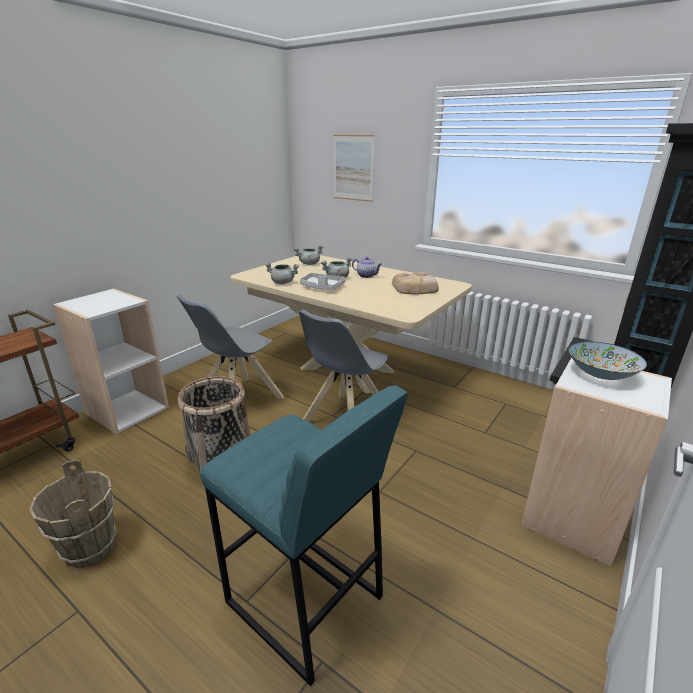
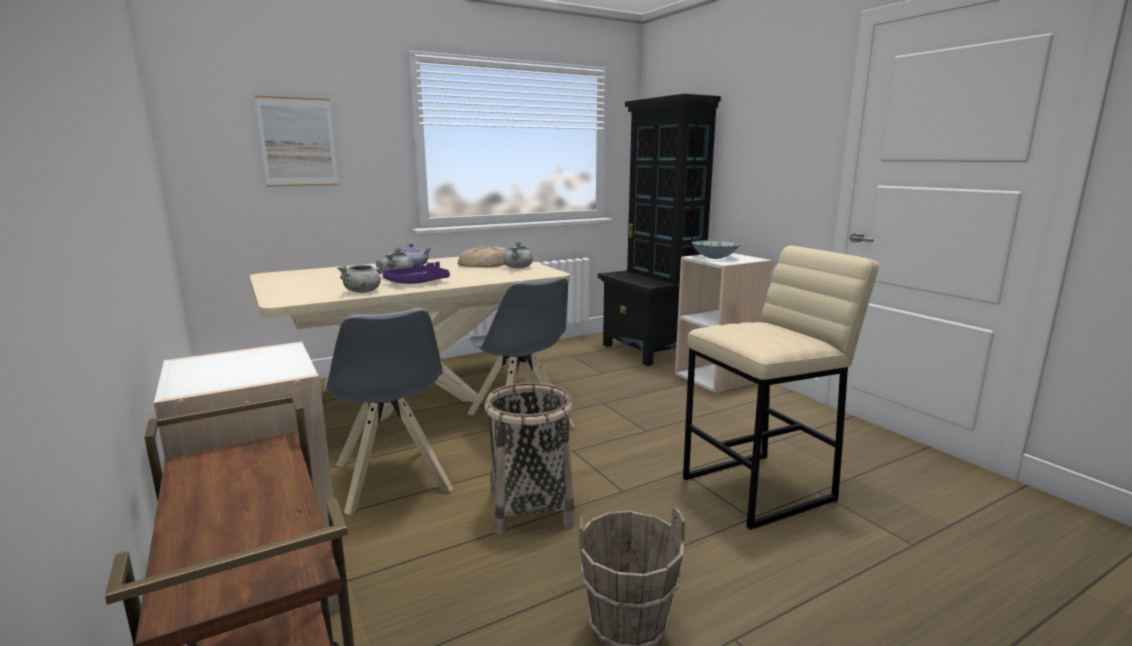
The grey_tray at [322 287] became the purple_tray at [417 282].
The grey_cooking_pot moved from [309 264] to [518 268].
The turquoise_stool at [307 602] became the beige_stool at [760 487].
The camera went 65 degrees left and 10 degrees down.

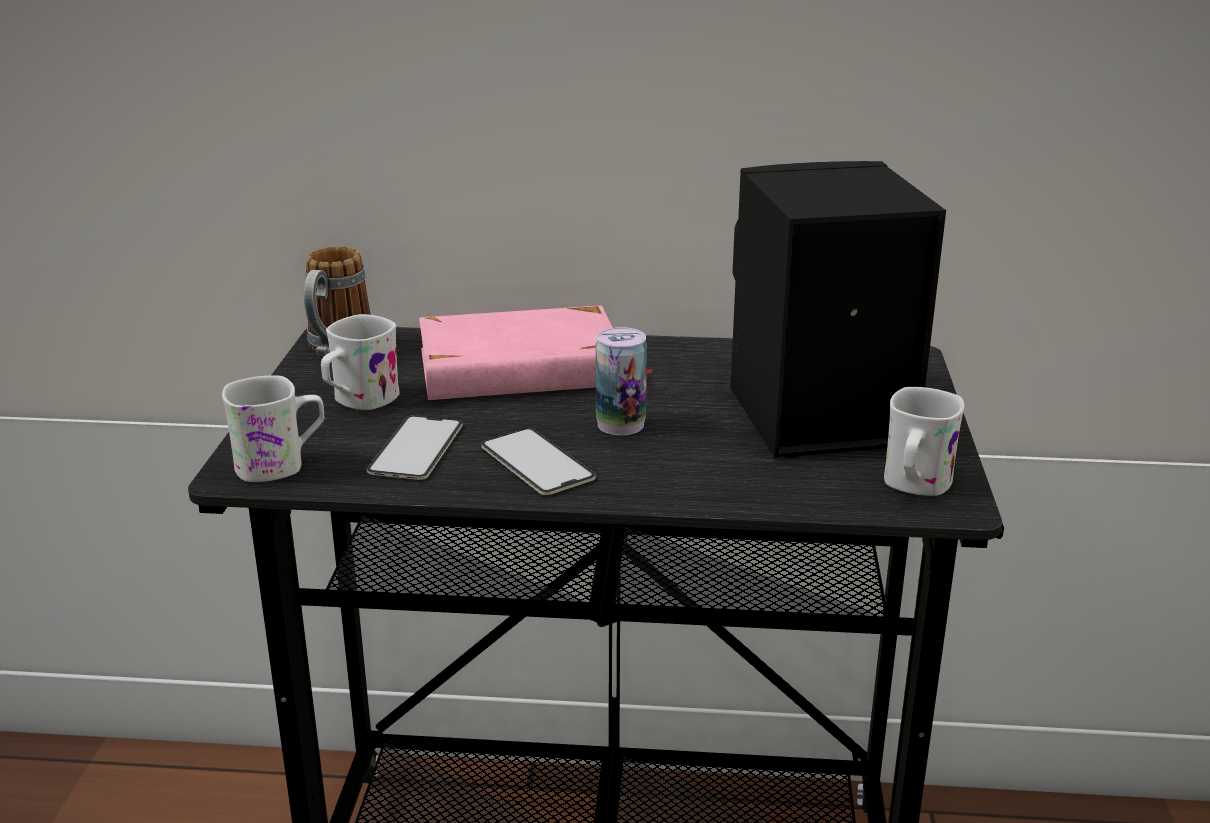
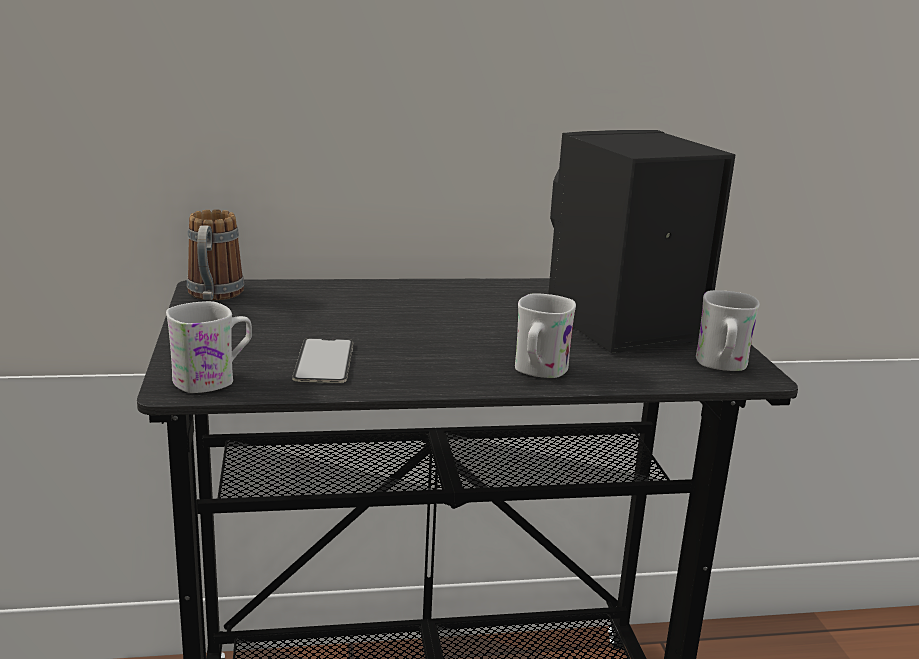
The white_mug moved from [359 401] to [538 371].
The pink_book at [521 368] disappeared.
The phone at [537 462] disappeared.
The can at [620 424] disappeared.
The camera went 15 degrees left and 5 degrees down.

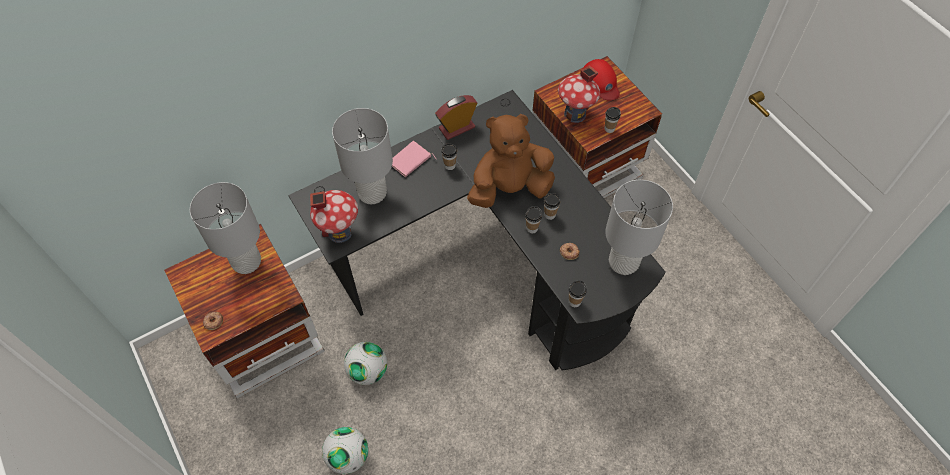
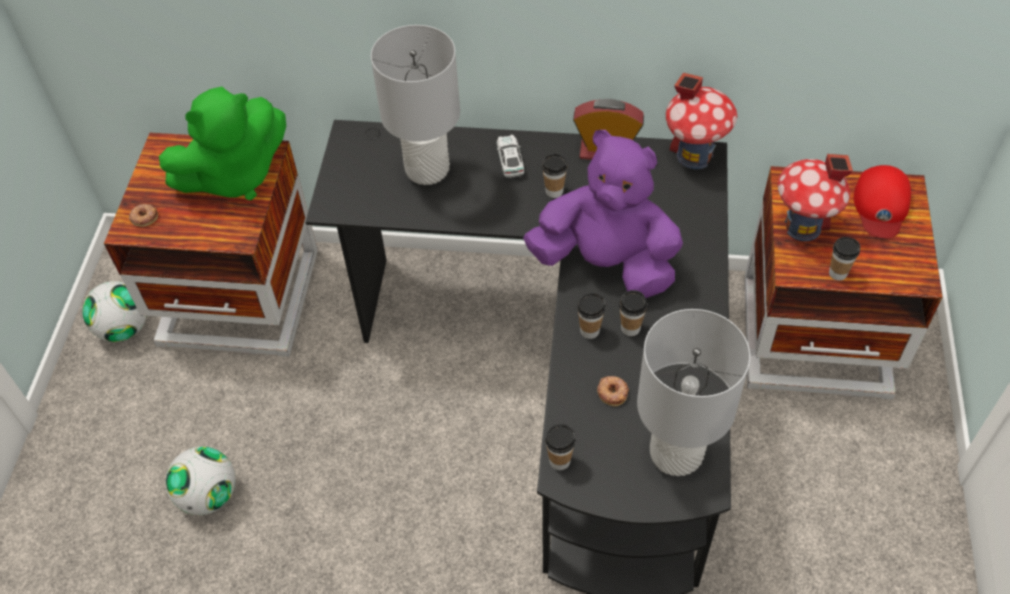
The football moved from [368 371] to [124 328].
The grey_table_lamp at [247 264] was replaced by the green_plush_toy at [234 176].
The pink_book at [410 161] was replaced by the toy_car at [510 159].
The brown_plush_toy at [509 188] became the purple_plush_toy at [606 263].
The toy_house moved from [339 232] to [694 155].
The camera went 40 degrees right and 5 degrees down.

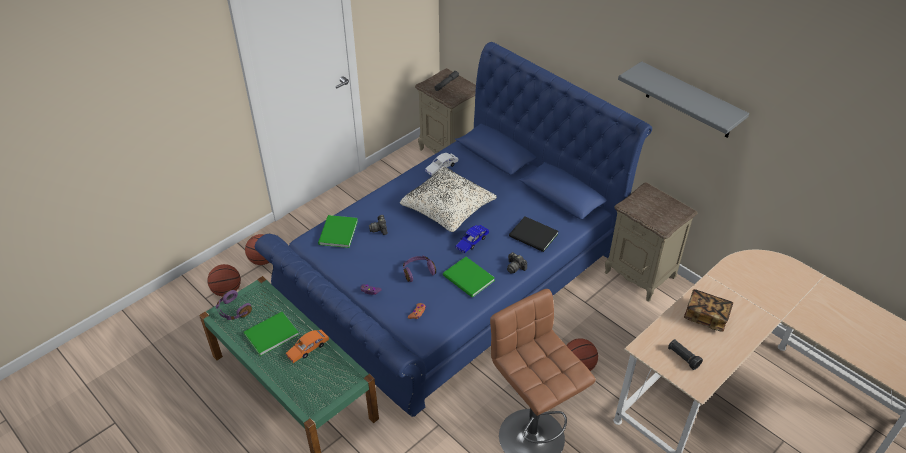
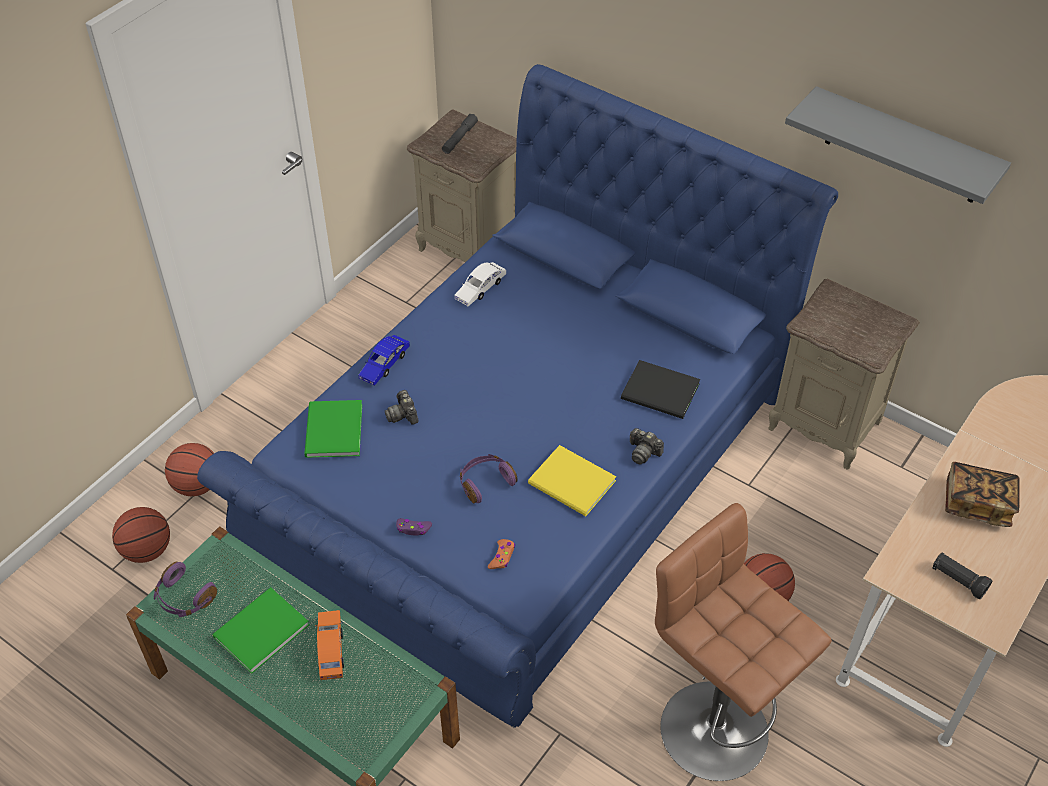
The orange_toy_car at [308 349] turned 135 degrees clockwise.
The blue_toy_car moved from [472 242] to [384 365].
The green_book at [468 279] became the yellow_book at [572 484].
The beige_pillow at [448 207] disappeared.
The camera went 10 degrees left and 5 degrees up.

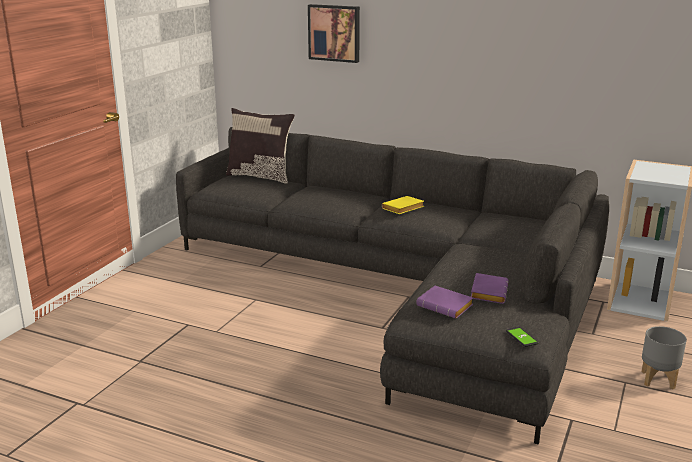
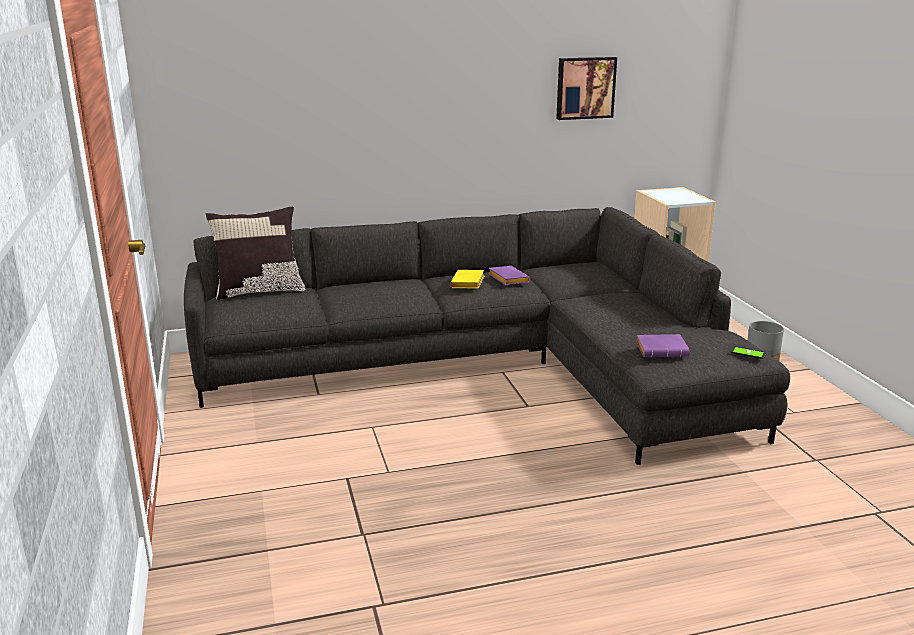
The purple_book moved from [487 292] to [507 279].
The picture moved from [335 33] to [585 88].
The camera went 40 degrees left and 0 degrees up.

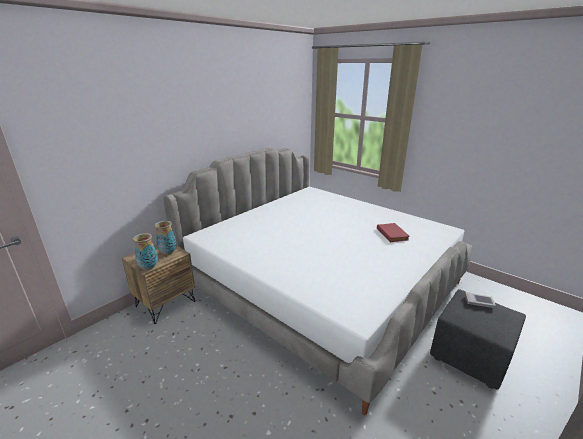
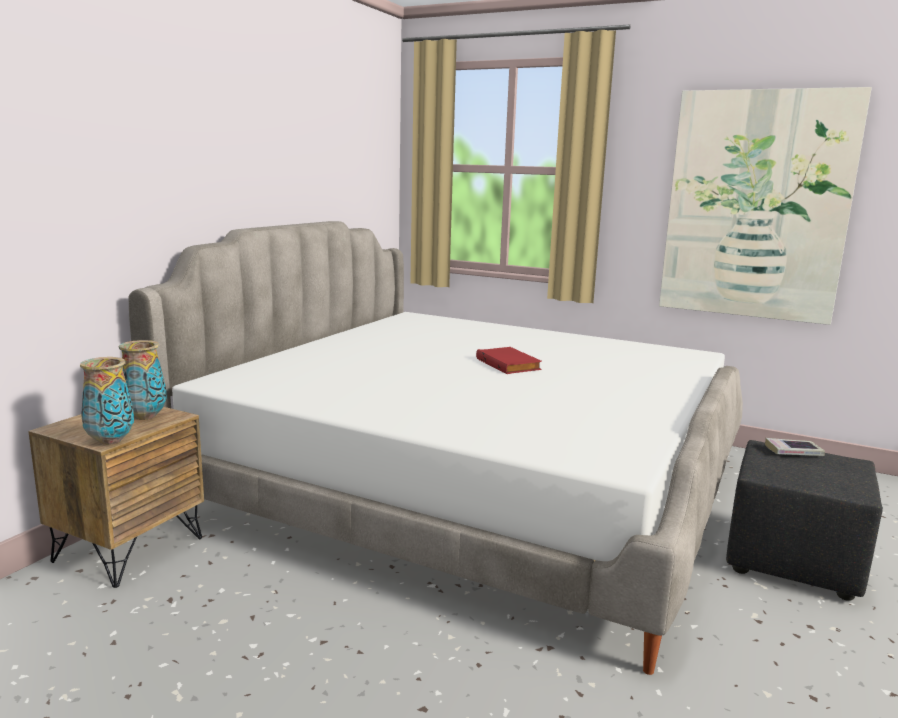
The red_book moved from [393 234] to [509 364].
The picture at [756 206] appeared.
The camera went 15 degrees left and 10 degrees down.

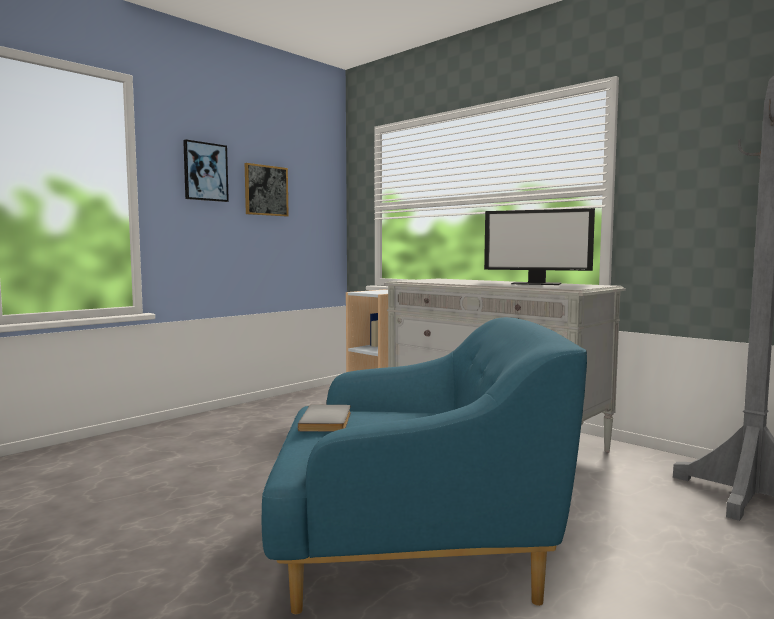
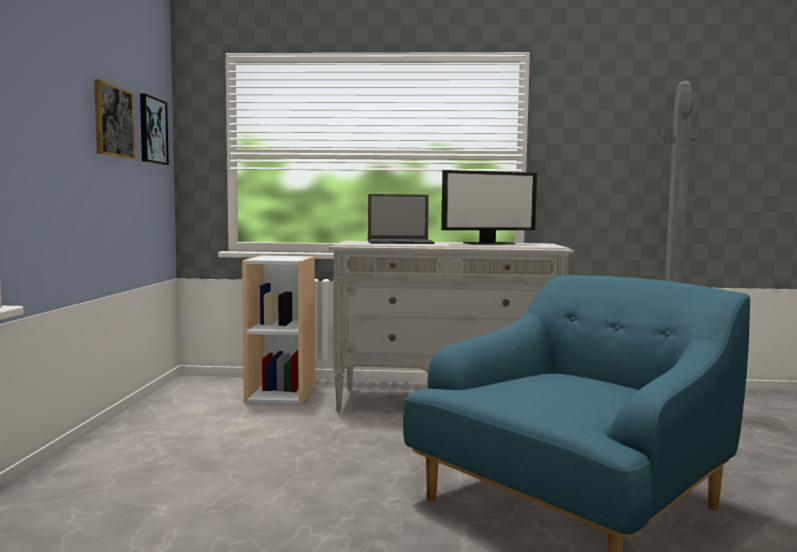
The picture moved from [205 172] to [152 130].
The laptop at [401 242] appeared.
The grey_book at [328 421] disappeared.
The camera went 40 degrees left and 0 degrees up.

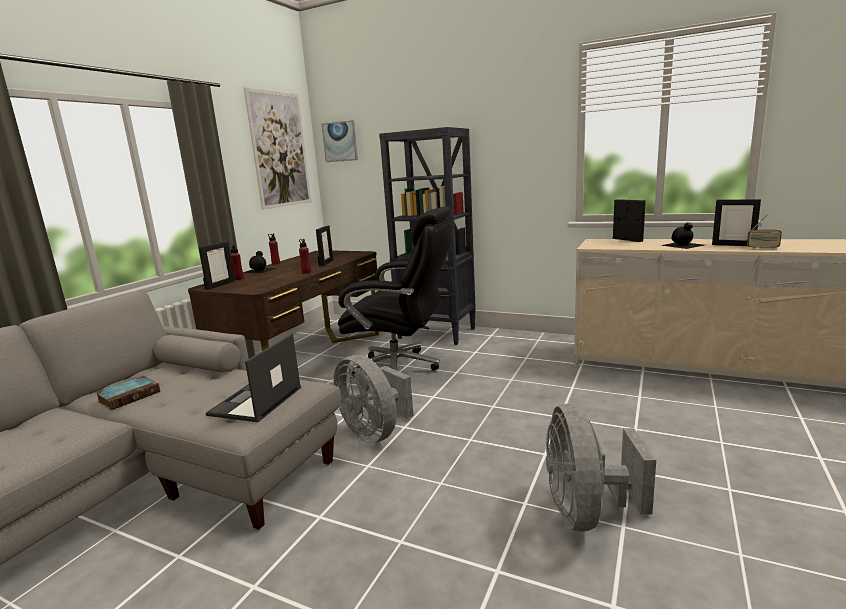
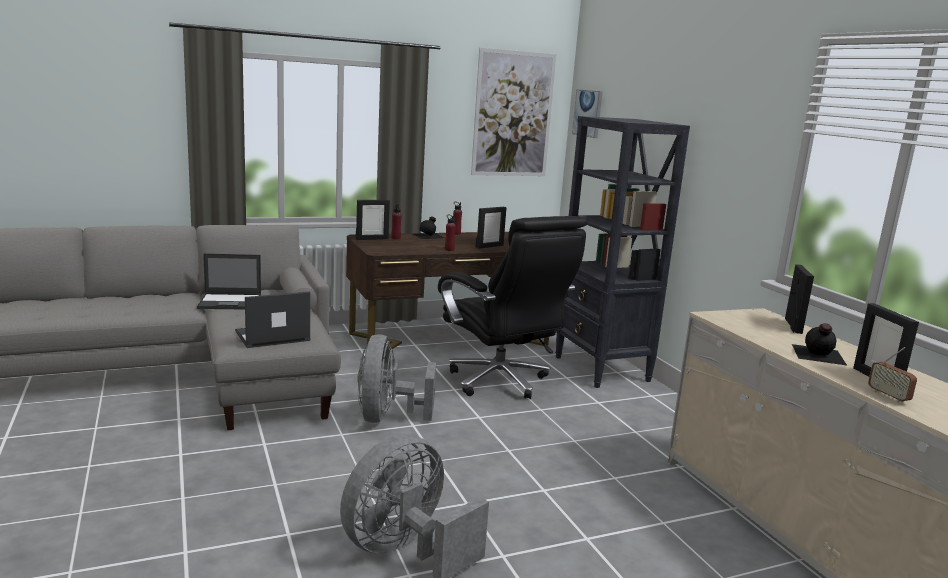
The book at [130 396] was replaced by the laptop at [231 302].
The camera went 40 degrees right and 0 degrees up.

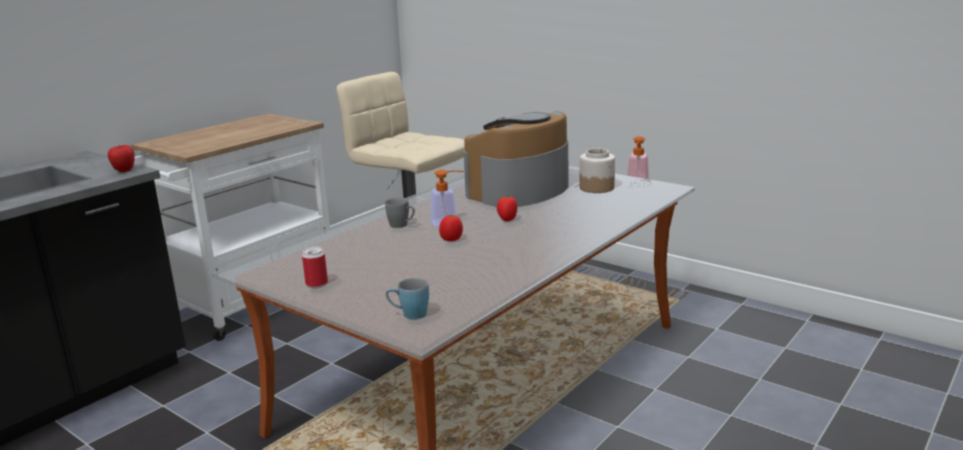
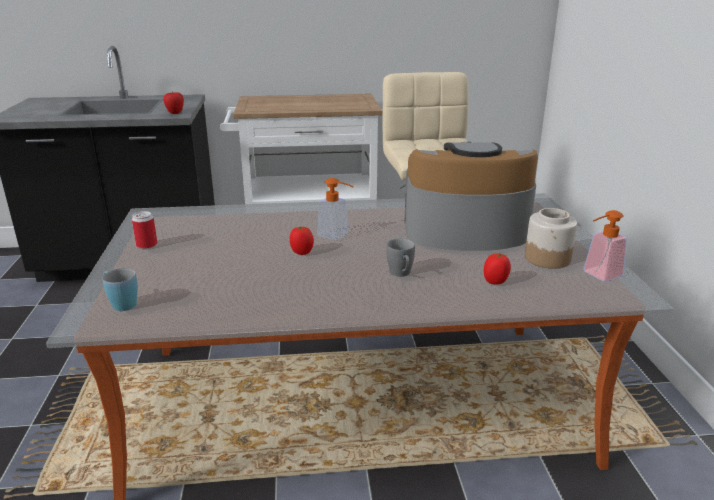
The grey_mug moved from [402 225] to [401 274].
The tomato moved from [507 220] to [495 282].
The camera went 45 degrees right and 5 degrees up.

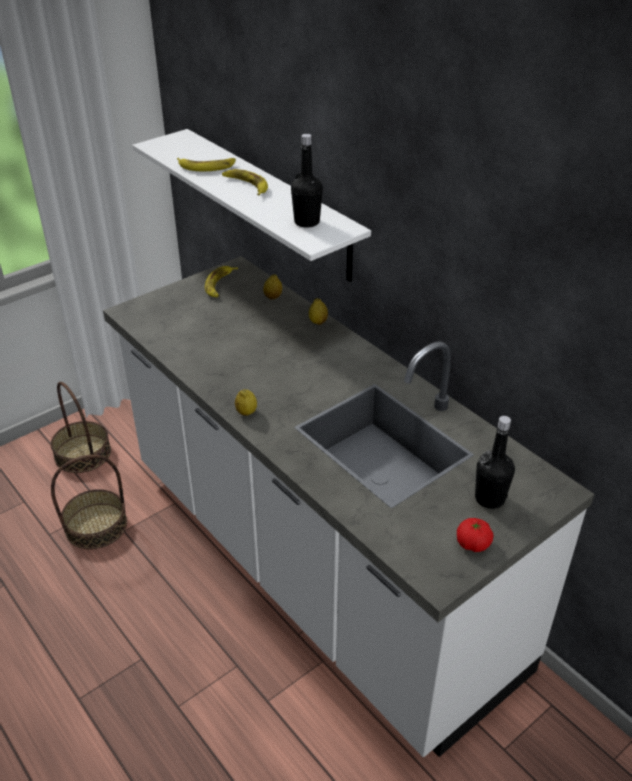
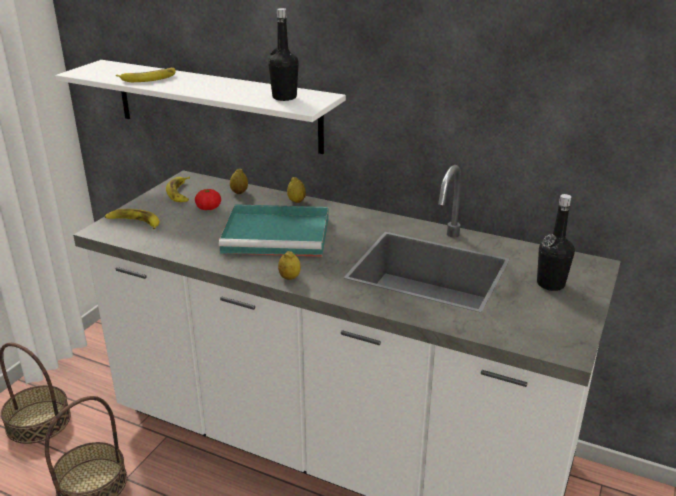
The banana moved from [246 185] to [134 222].
The tomato moved from [473 543] to [208 208].
The turquoise_tray at [279 235] appeared.
The camera went 25 degrees left and 10 degrees down.

